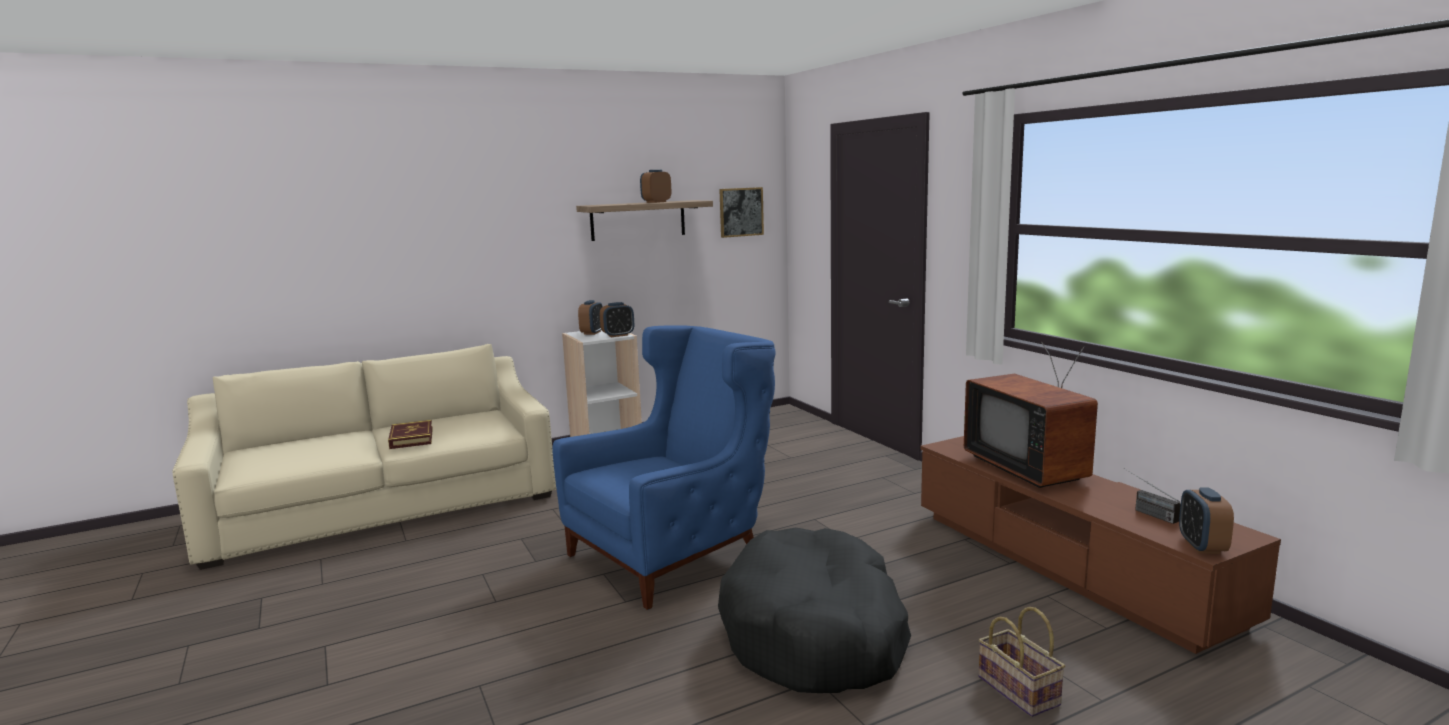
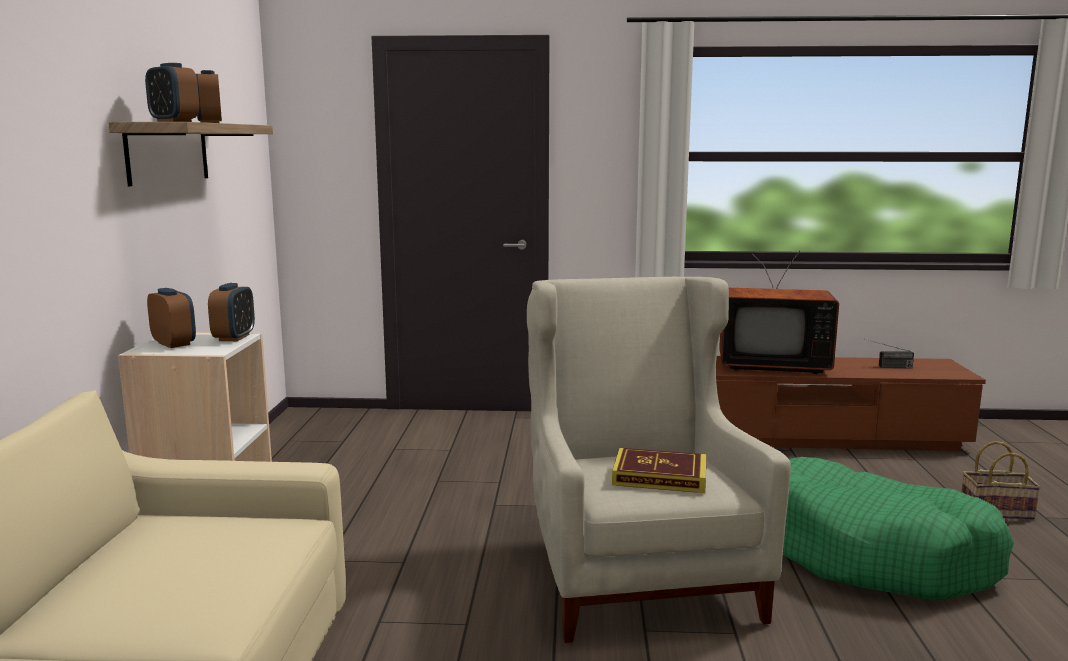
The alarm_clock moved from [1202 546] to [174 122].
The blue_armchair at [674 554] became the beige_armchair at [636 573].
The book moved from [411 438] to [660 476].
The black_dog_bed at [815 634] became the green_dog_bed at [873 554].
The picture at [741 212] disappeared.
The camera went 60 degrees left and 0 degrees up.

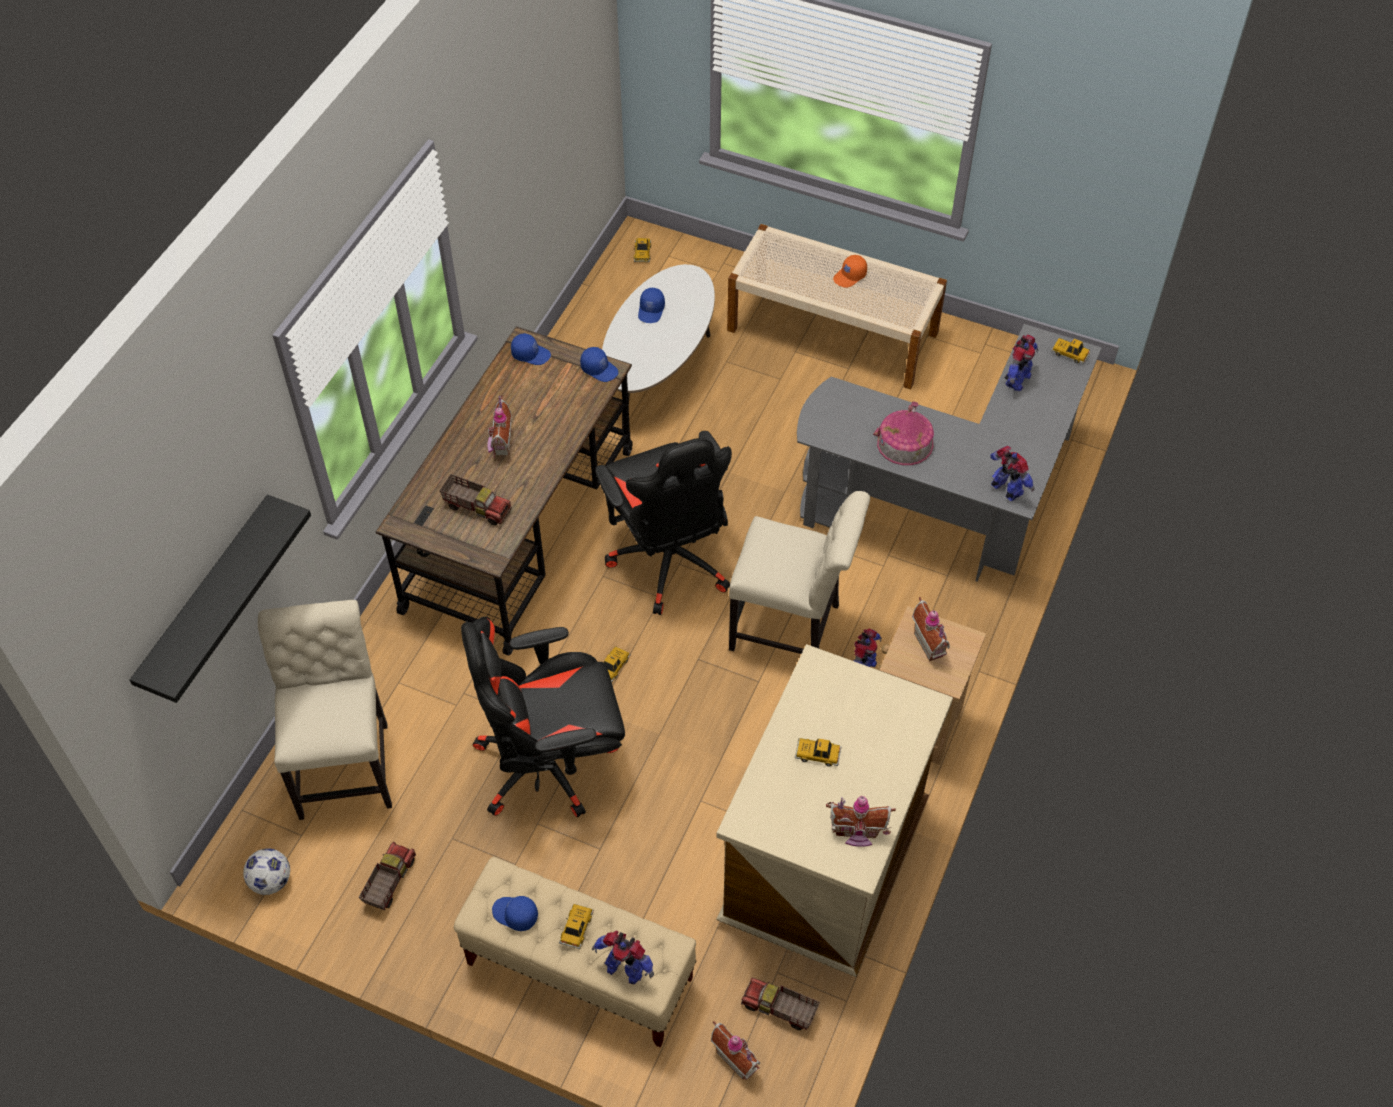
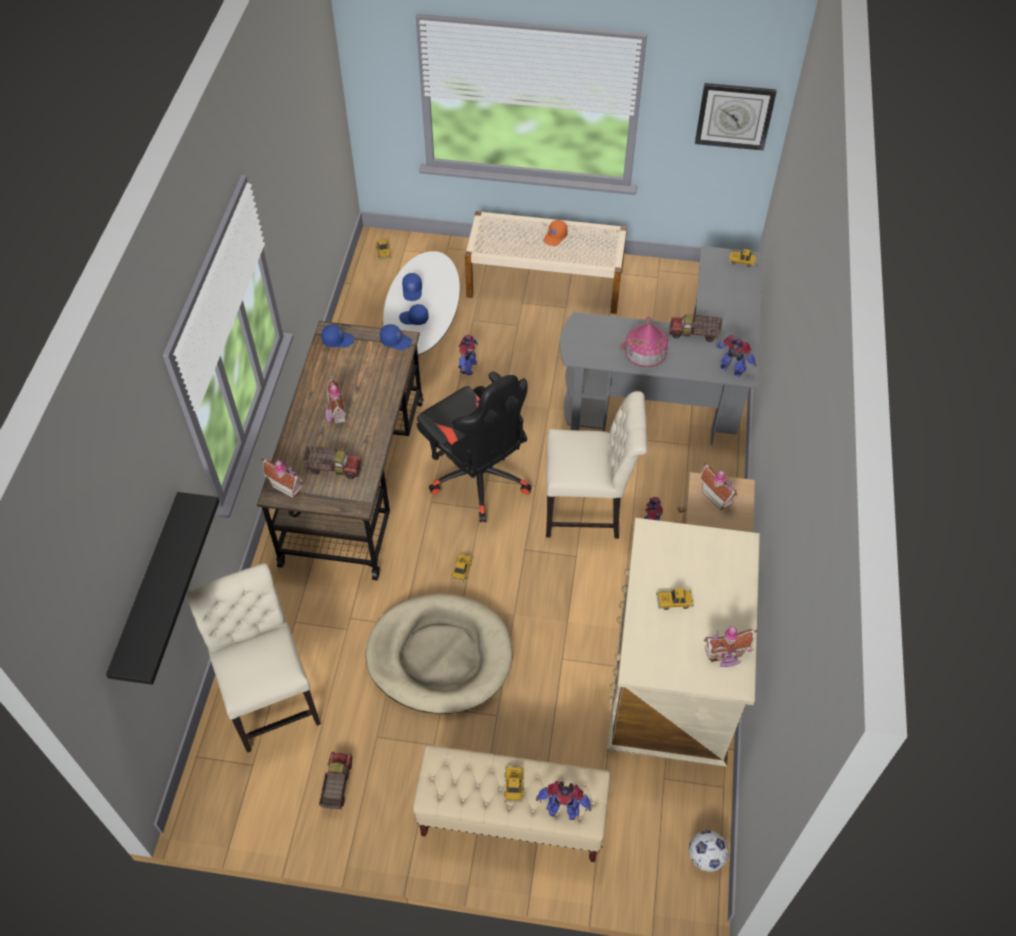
The toy_house moved from [737 1057] to [287 486].
The black_office_chair at [555 762] was replaced by the beige_dog_bed at [440 656].
The blue_cap moved from [515 915] to [414 319].
The toy_robot moved from [1017 380] to [467 367].
The toy_truck moved from [779 1009] to [694 334].
The football moved from [271 881] to [706 857].
The wall_clock at [734 116] appeared.
The camera went 15 degrees left and 0 degrees up.

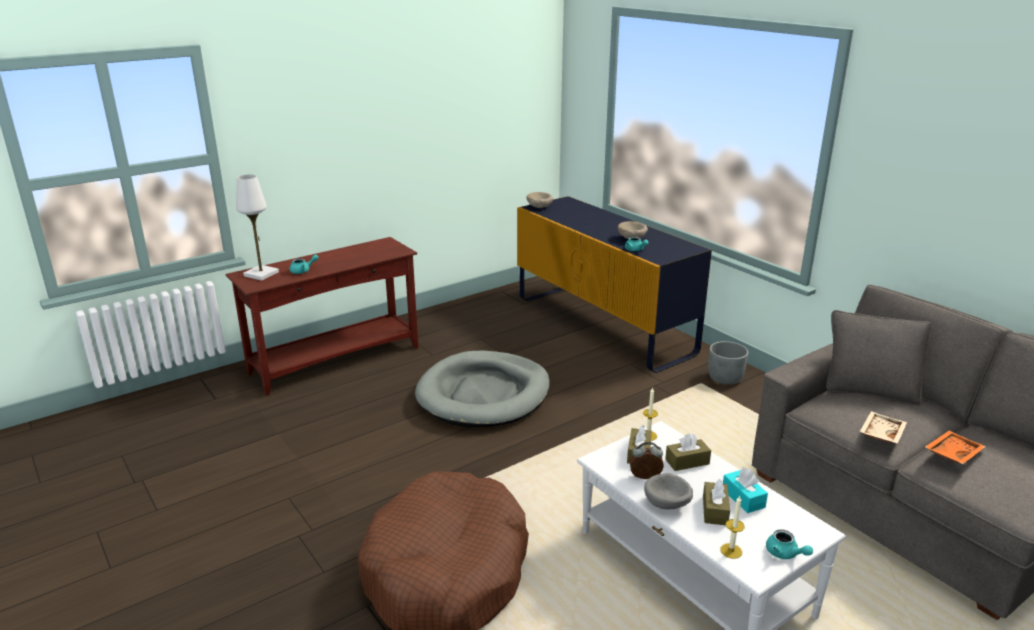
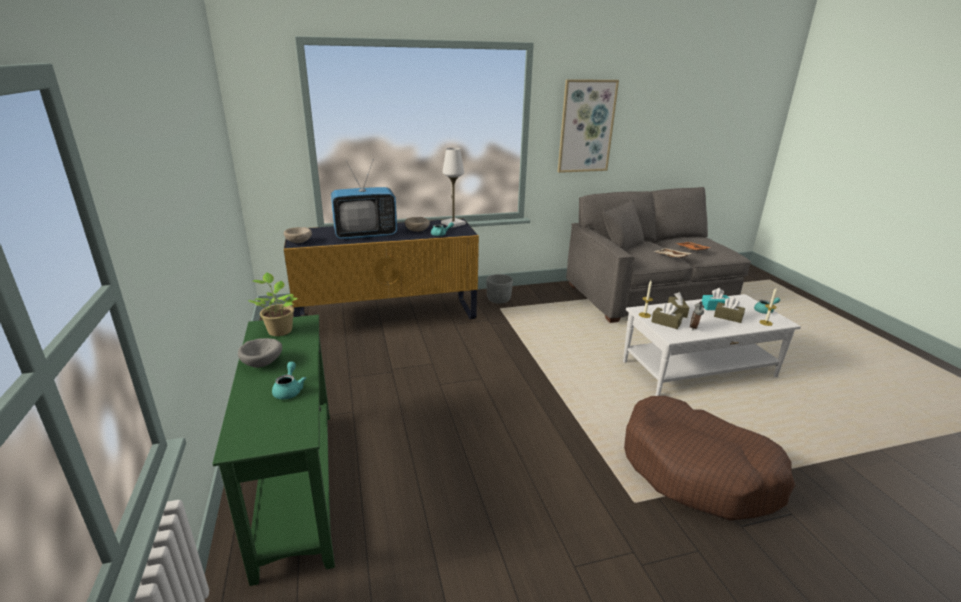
The brown_console_table at [336 360] became the green_console_table at [296 485].
The grey_bowl moved from [668 504] to [263 363].
The potted_plant at [279 330] appeared.
The television at [366 235] appeared.
The white_table_lamp moved from [261 274] to [453 224].
The picture at [586 126] appeared.
The grey_dog_bed at [484 394] disappeared.
The camera went 70 degrees left and 0 degrees up.

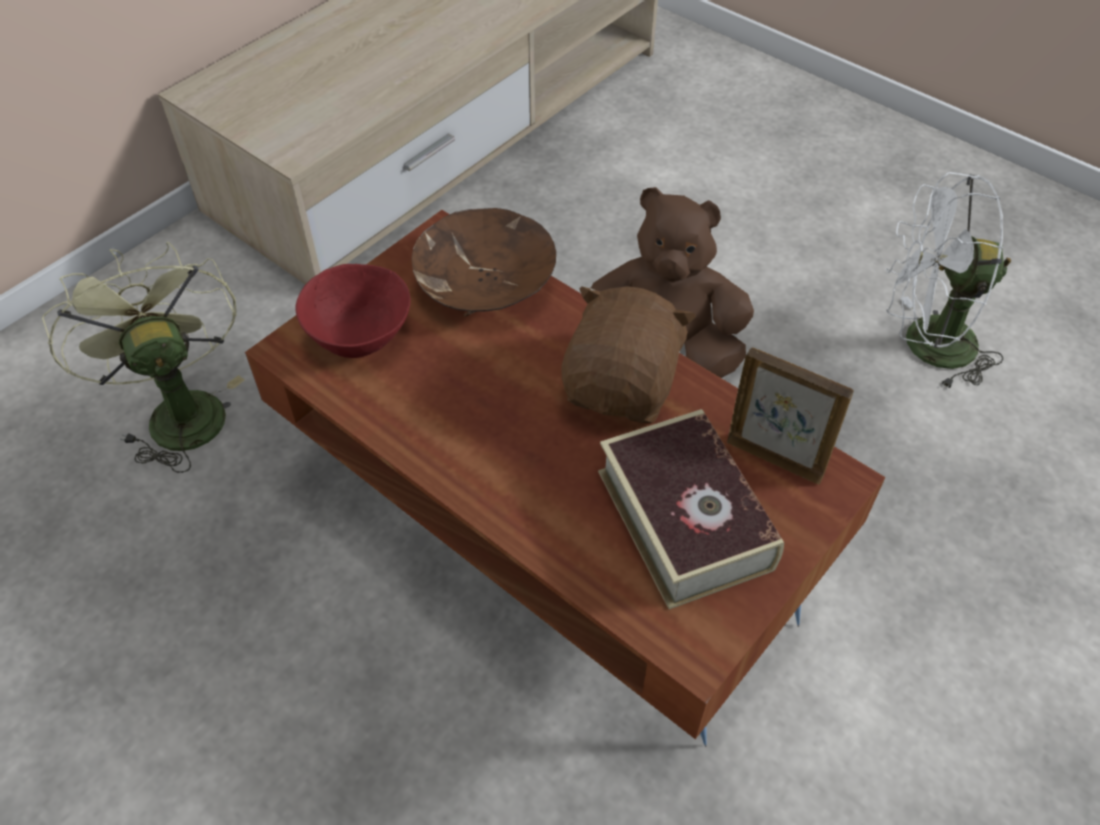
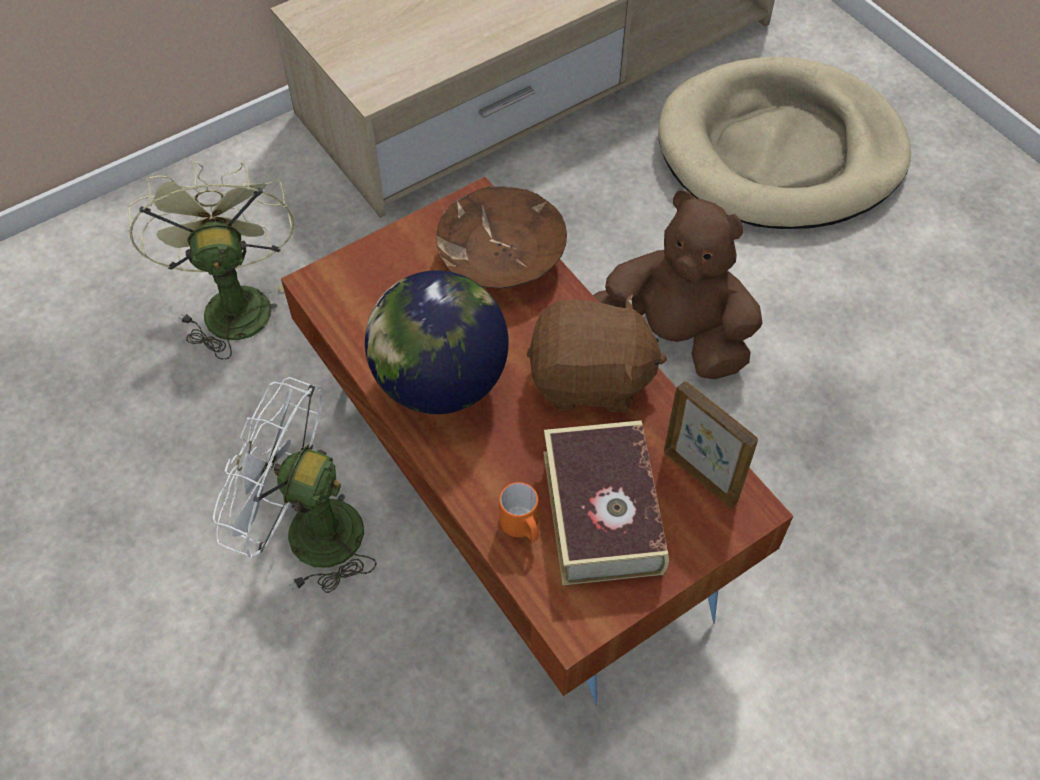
The white_fan moved from [924 345] to [307 532].
The globe at [440 382] appeared.
The orange_mug at [522 528] appeared.
The brown_plush_toy at [622 386] turned 60 degrees clockwise.
The beige_dog_bed at [780 151] appeared.
The red_bowl at [360 336] disappeared.
The camera went 15 degrees right and 5 degrees up.

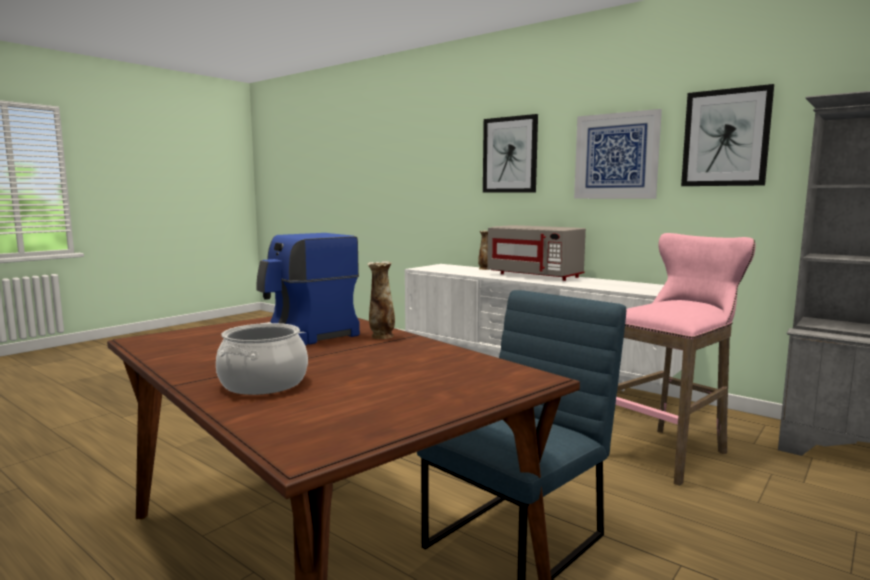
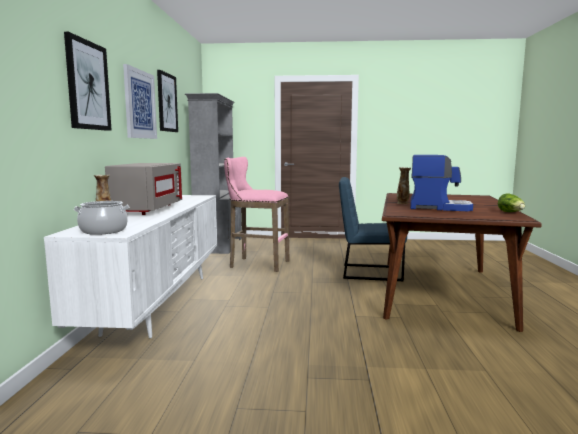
The cooking_pot moved from [263 383] to [103 231].
The lettuce at [511 212] appeared.
The camera went 125 degrees left and 0 degrees up.

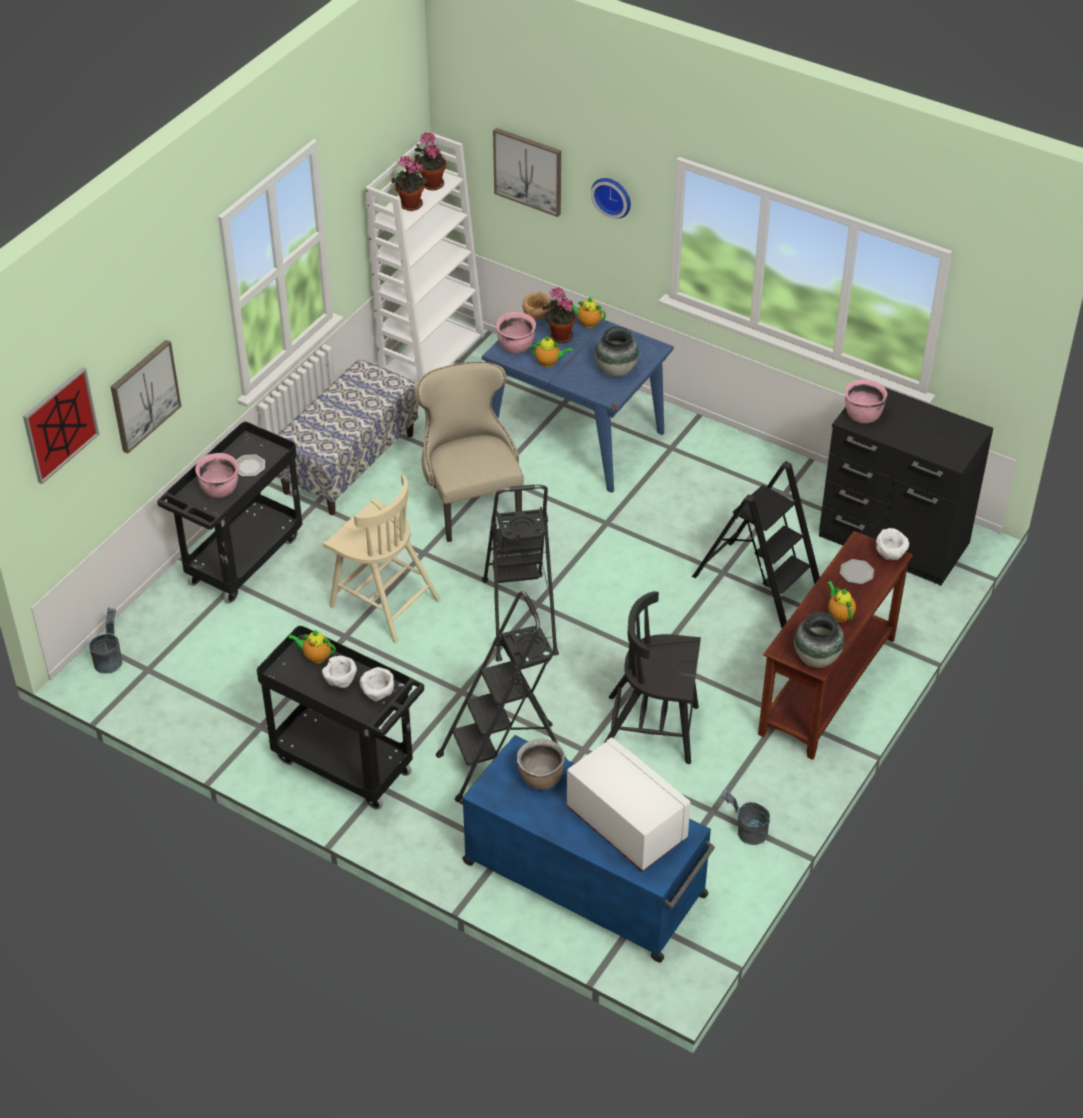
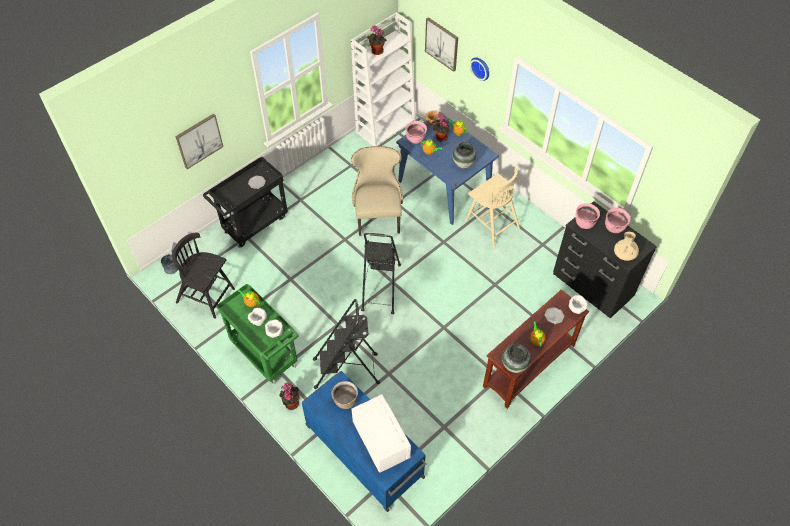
The black_chair moved from [652 729] to [206 296].
The black_cart at [349 770] became the green_cart at [267 357].
The potted_plant moved from [431 183] to [291 402].
The beige_chair moved from [382 602] to [491 224].
The pink_cooking_pot moved from [220 490] to [614 227].
The beige_teapot at [624 254] appeared.
The picture at [60 424] disappeared.
The bench at [349 463] disappeared.
The black_step_ladder at [756 583] disappeared.
The grey_bucket at [746 832] disappeared.
The camera went 15 degrees right and 10 degrees up.

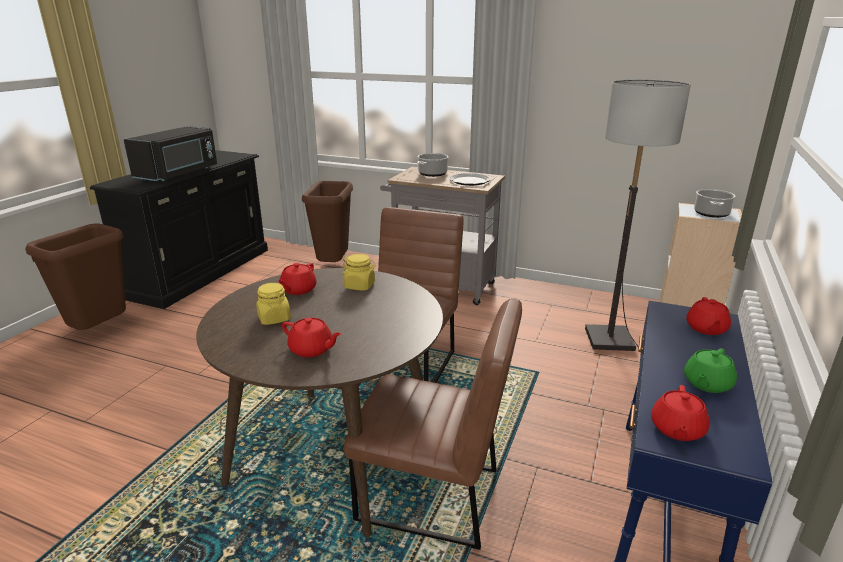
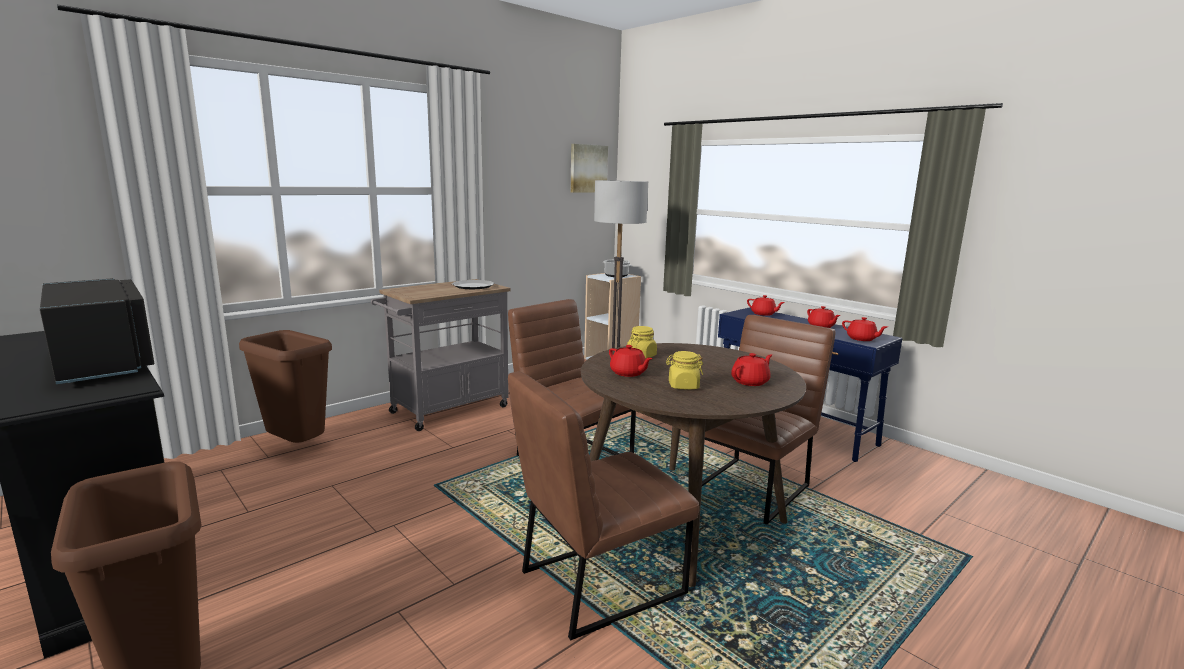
The brown_chair at [597 583] appeared.
The picture at [588 168] appeared.
The green_teapot at [706 384] became the red_teapot at [821 326].
The cooking_pot at [432 174] disappeared.
The camera went 65 degrees left and 10 degrees down.

